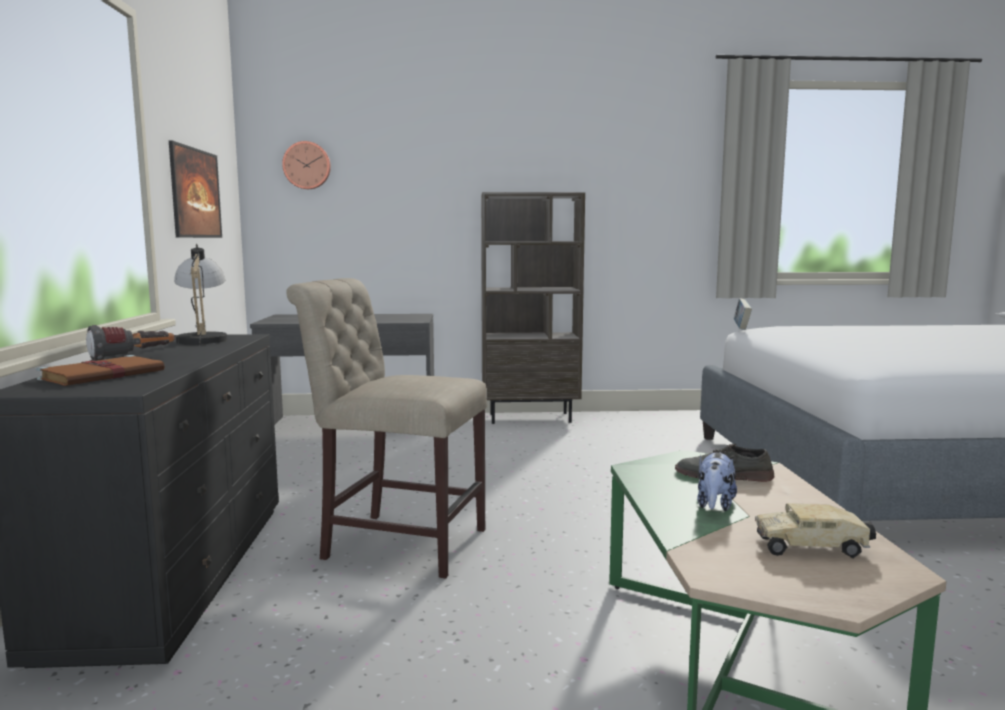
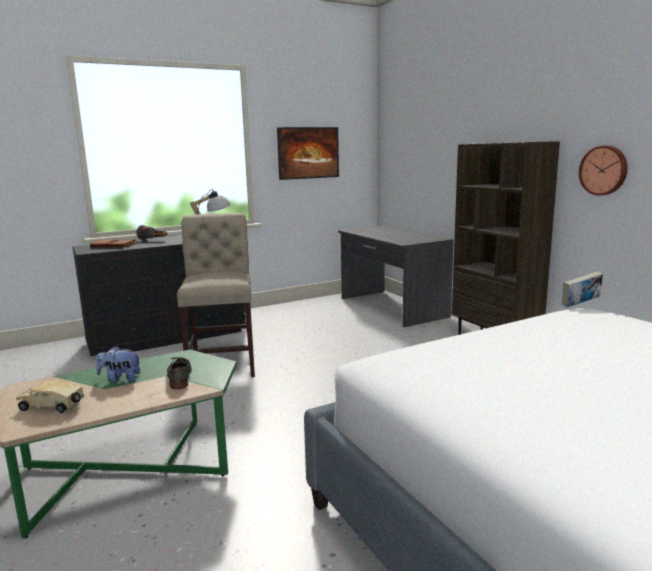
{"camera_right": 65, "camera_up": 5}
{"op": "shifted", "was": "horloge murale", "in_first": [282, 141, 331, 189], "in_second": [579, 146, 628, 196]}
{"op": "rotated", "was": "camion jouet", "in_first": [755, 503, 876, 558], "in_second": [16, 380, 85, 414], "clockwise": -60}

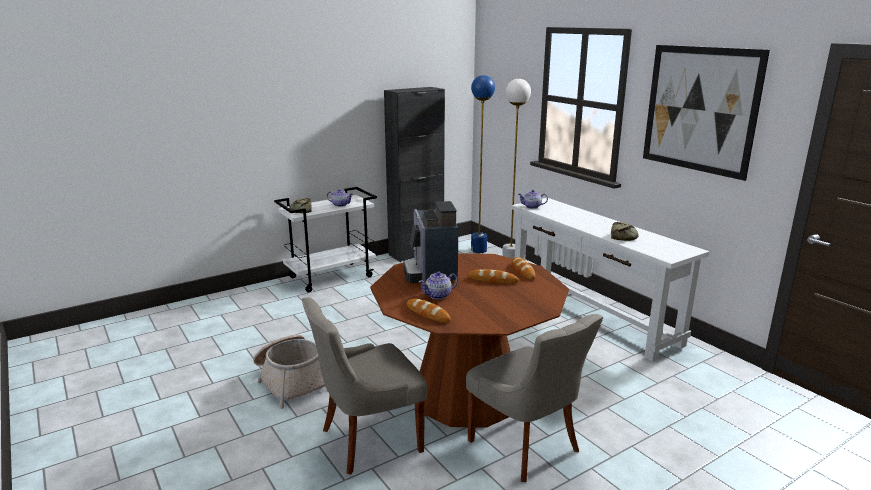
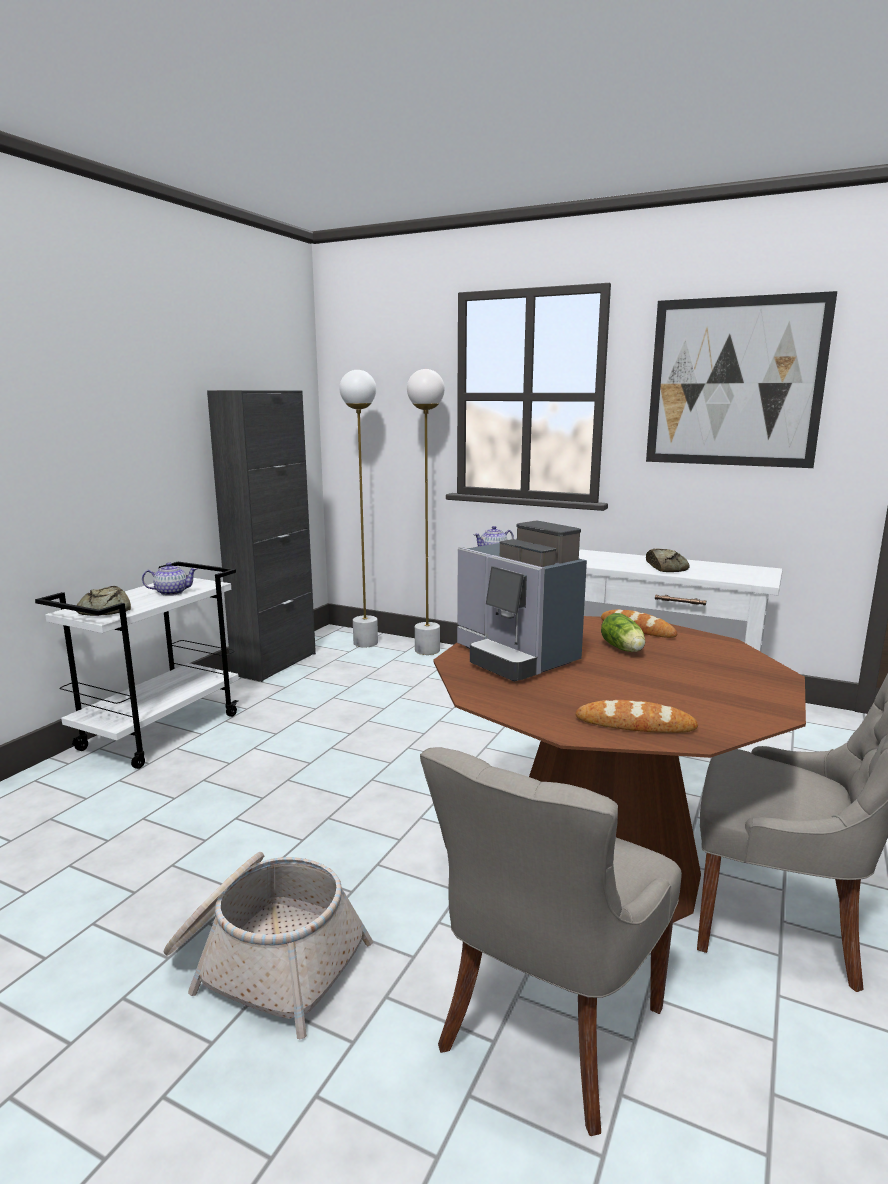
{"camera_right": -30, "camera_up": -5}
{"op": "repainted", "was": "lampadaire [bleu]", "now": "lampadaire [blanc]", "in_first": [471, 75, 495, 253], "in_second": [339, 370, 378, 647]}
{"op": "swapped", "was": "pain", "now": "laitue", "in_first": [467, 269, 519, 283], "in_second": [601, 613, 645, 652]}
{"op": "gone", "was": "théière", "in_first": [418, 271, 458, 299]}

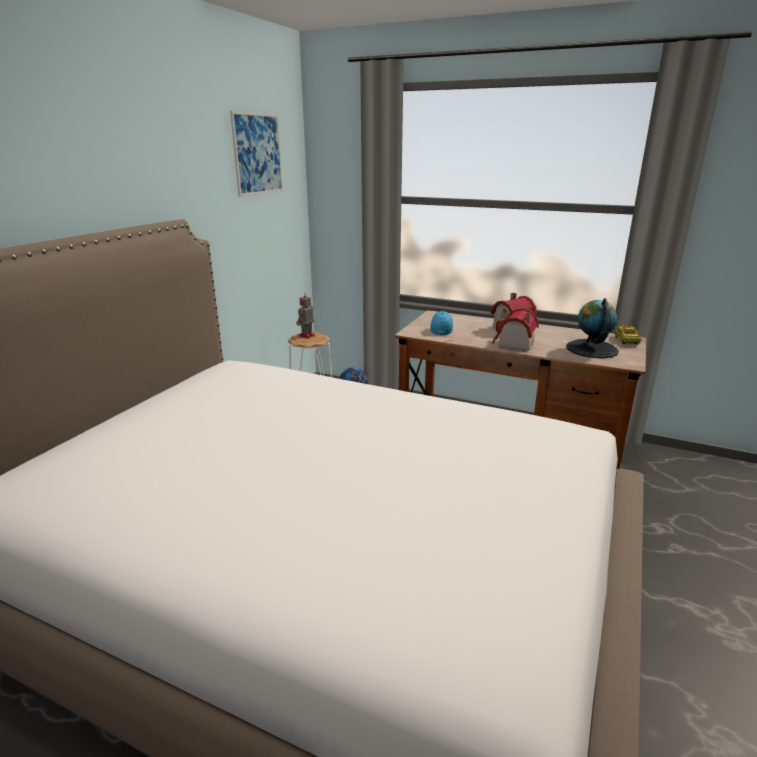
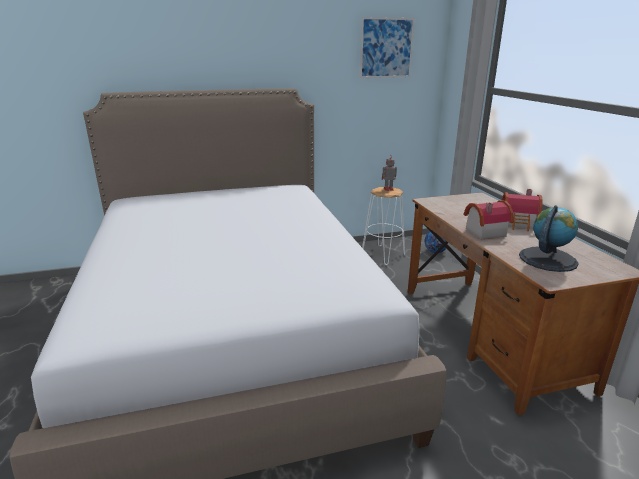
{"camera_right": 50, "camera_up": 0}
{"op": "gone", "was": "casquette [bleu]", "in_first": [430, 311, 453, 335]}
{"op": "gone", "was": "camion jouet", "in_first": [614, 325, 642, 345]}

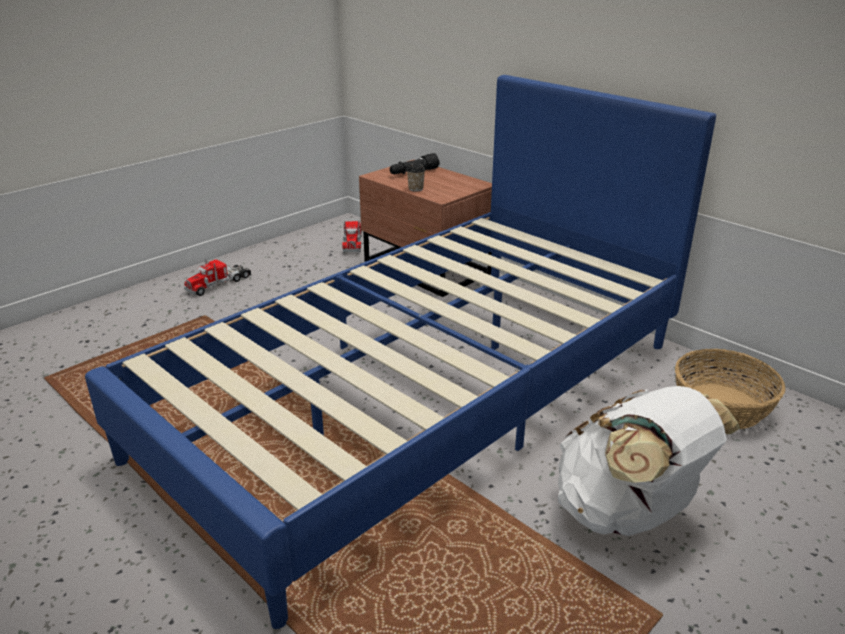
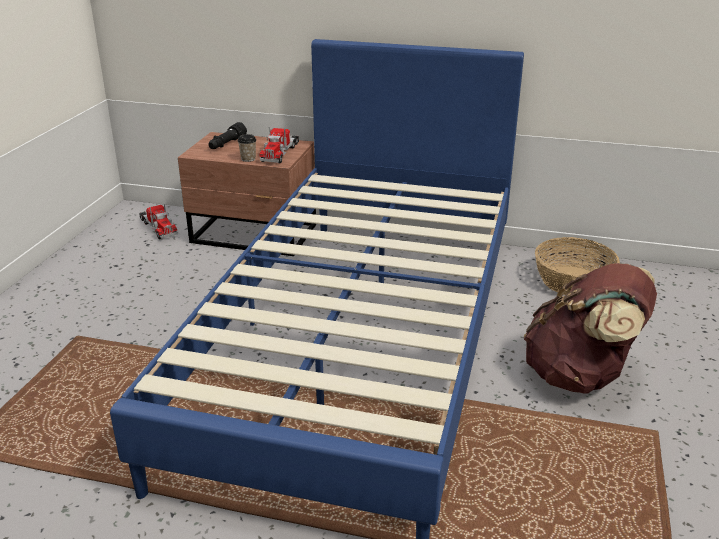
{"camera_right": -30, "camera_up": 0}
{"op": "shifted", "was": "camion jouet", "in_first": [184, 258, 251, 296], "in_second": [259, 127, 299, 164]}
{"op": "repainted", "was": "sac à dos [blanc]", "now": "sac à dos [marron]", "in_first": [558, 386, 740, 536], "in_second": [524, 263, 657, 393]}

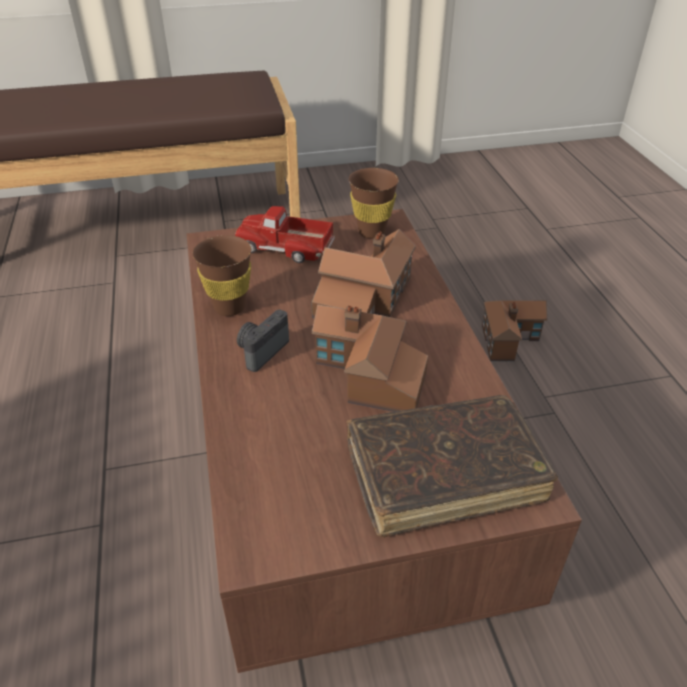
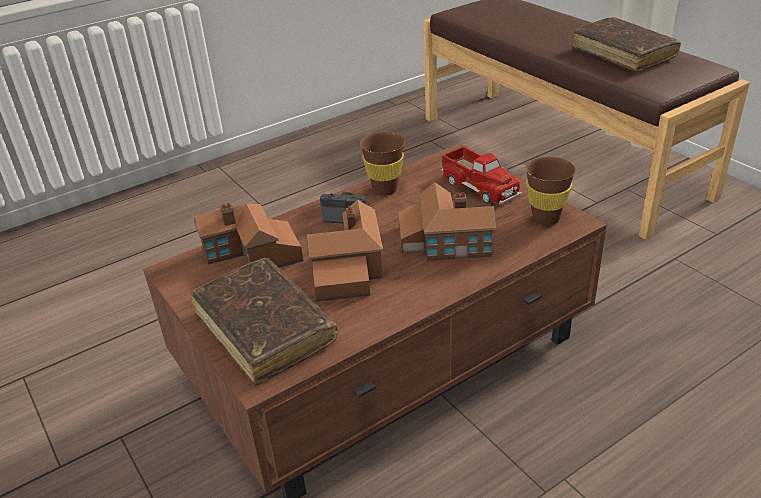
{"camera_right": 70, "camera_up": -5}
{"op": "rotated", "was": "camion jouet", "in_first": [235, 206, 334, 263], "in_second": [441, 146, 522, 205], "clockwise": 150}
{"op": "shifted", "was": "maison miniature", "in_first": [482, 300, 547, 361], "in_second": [194, 203, 303, 268]}
{"op": "new", "now": "livre [marron]", "in_second": [572, 17, 681, 72]}

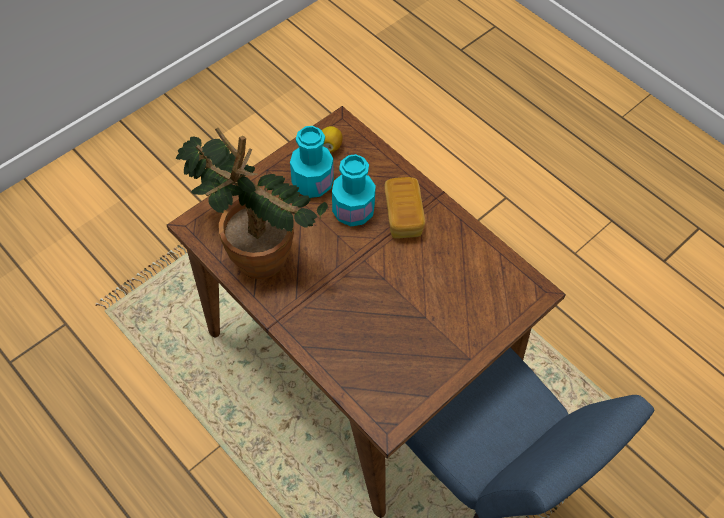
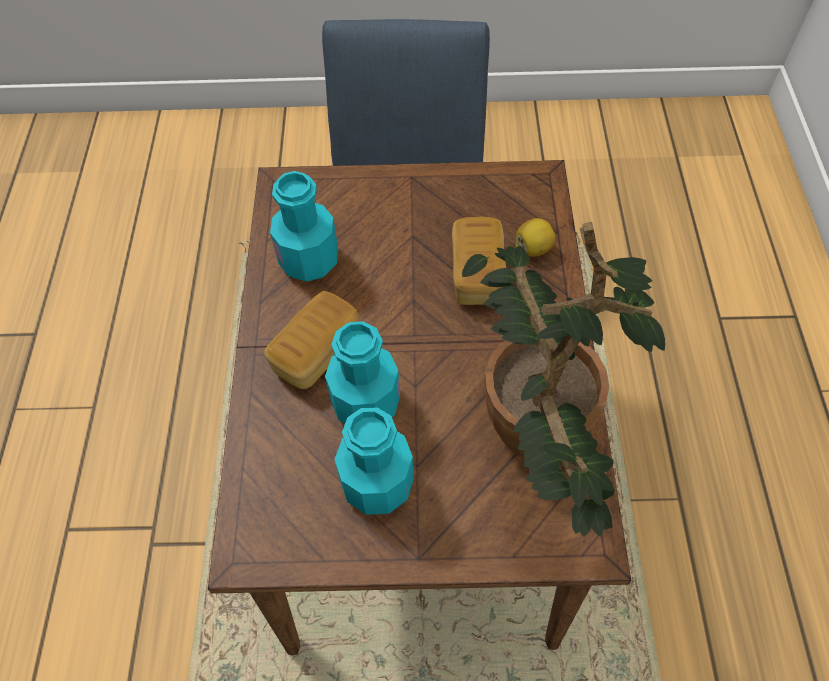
{"camera_right": -135, "camera_up": 0}
{"op": "shifted", "was": "citron", "in_first": [322, 126, 343, 153], "in_second": [515, 218, 556, 257]}
{"op": "new", "now": "bouteille [turquoise]", "in_second": [270, 171, 338, 282]}
{"op": "new", "now": "pain", "in_second": [452, 217, 506, 305]}

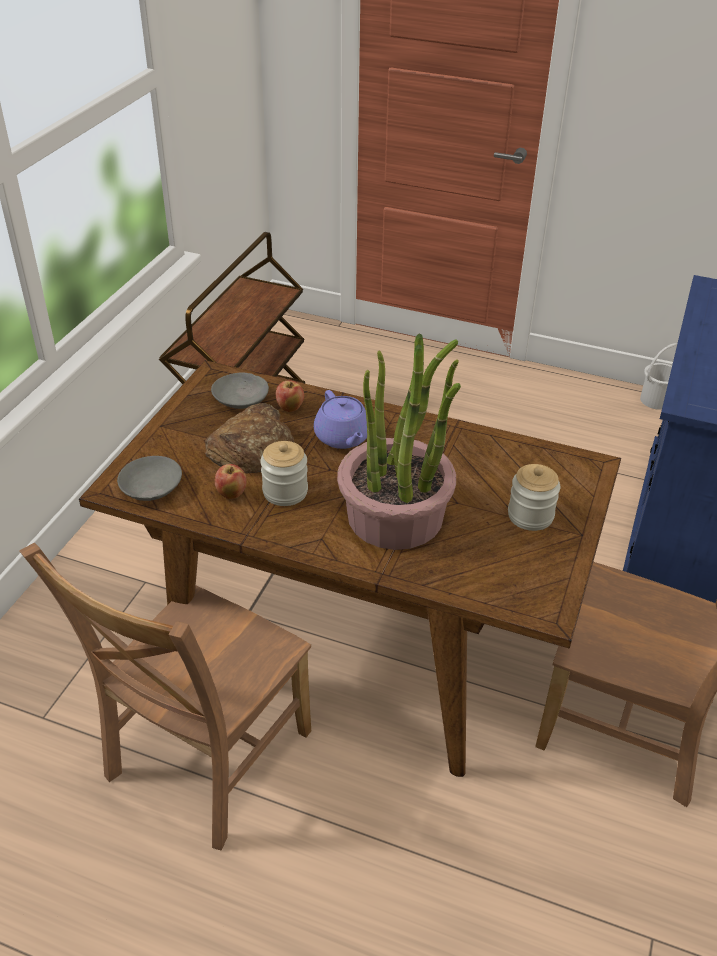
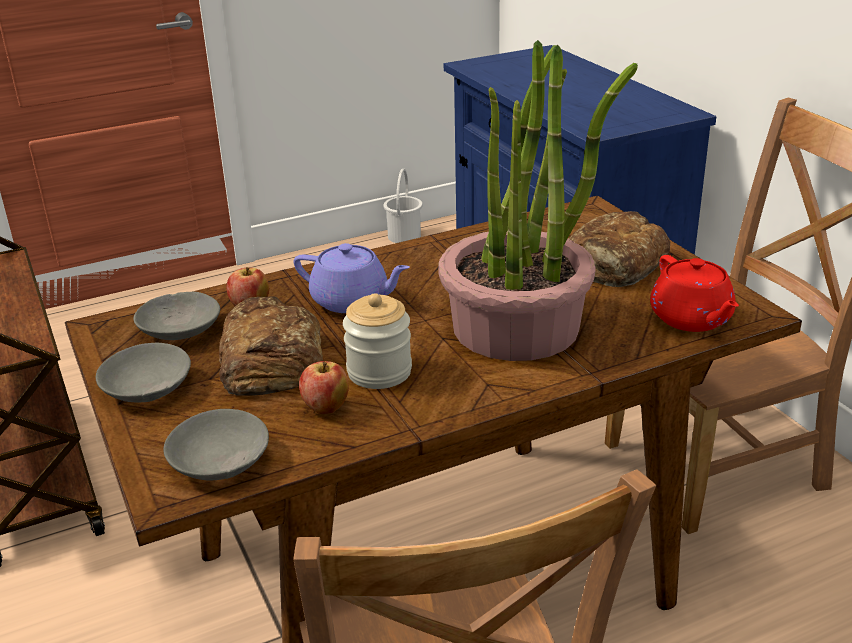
{"camera_right": -45, "camera_up": -10}
{"op": "swapped", "was": "bocal", "now": "pain", "in_first": [508, 464, 560, 531], "in_second": [568, 211, 670, 287]}
{"op": "new", "now": "théière [rouge]", "in_second": [650, 255, 739, 332]}
{"op": "new", "now": "bol [gris]", "in_second": [96, 343, 191, 402]}

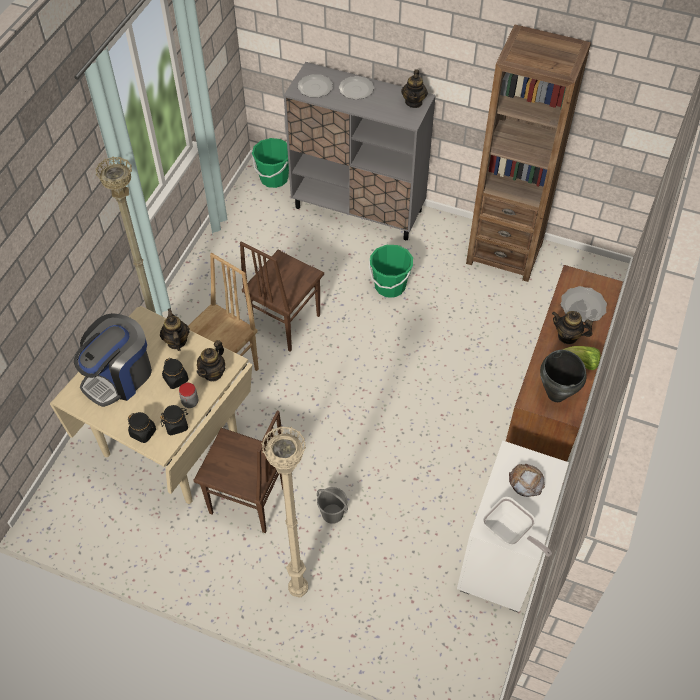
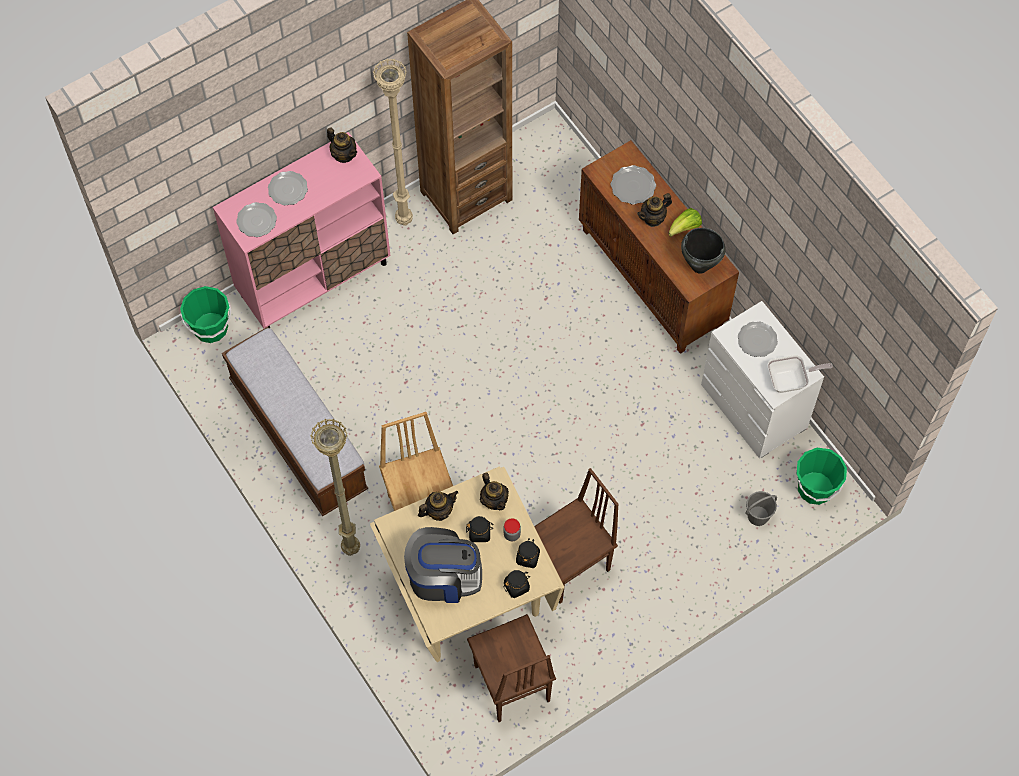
{"camera_right": -55, "camera_up": 10}
{"op": "repainted", "was": "meuble de rangement [gris]", "now": "meuble de rangement [rose]", "in_first": [284, 62, 436, 240], "in_second": [213, 132, 390, 328]}
{"op": "shifted", "was": "chaise [marron]", "in_first": [240, 241, 324, 352], "in_second": [467, 614, 556, 722]}
{"op": "shifted", "was": "seau [vert]", "in_first": [369, 245, 413, 298], "in_second": [797, 448, 847, 505]}
{"op": "rotated", "was": "théière", "in_first": [160, 308, 190, 351], "in_second": [418, 491, 458, 521], "clockwise": 135}
{"op": "rotated", "was": "machine à café", "in_first": [74, 313, 152, 407], "in_second": [404, 527, 482, 603], "clockwise": -75}
{"op": "shifted", "was": "lampadaire [beige]", "in_first": [262, 426, 308, 598], "in_second": [373, 58, 413, 226]}
{"op": "swapped", "was": "pain", "now": "assiette", "in_first": [509, 464, 545, 497], "in_second": [738, 321, 778, 357]}
{"op": "shifted", "was": "seau [gris]", "in_first": [317, 487, 348, 524], "in_second": [745, 491, 777, 526]}
{"op": "new", "now": "banc", "in_second": [222, 327, 368, 517]}

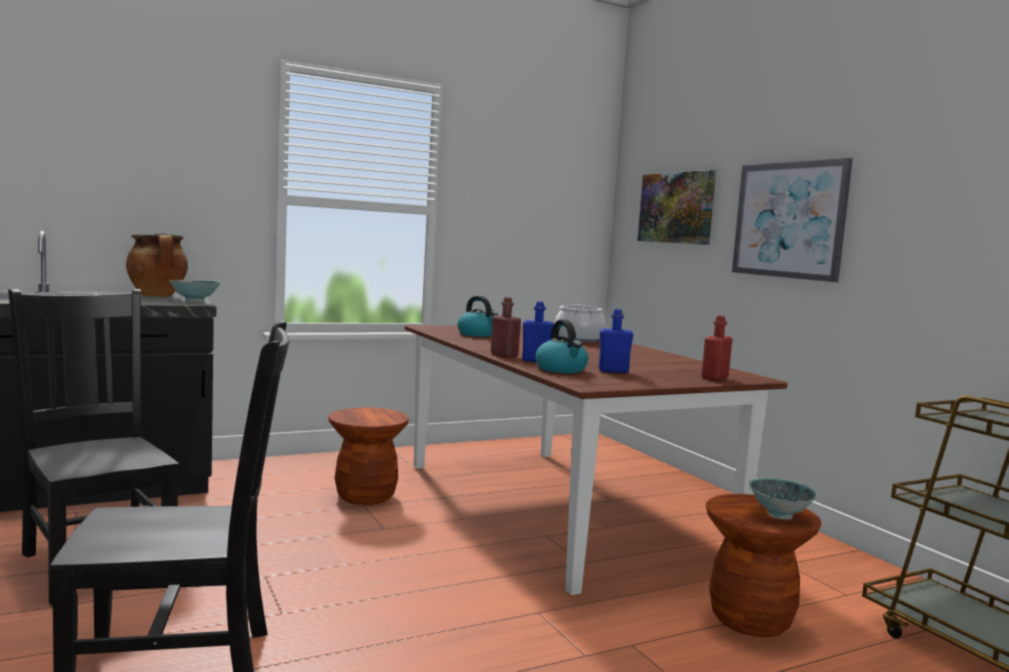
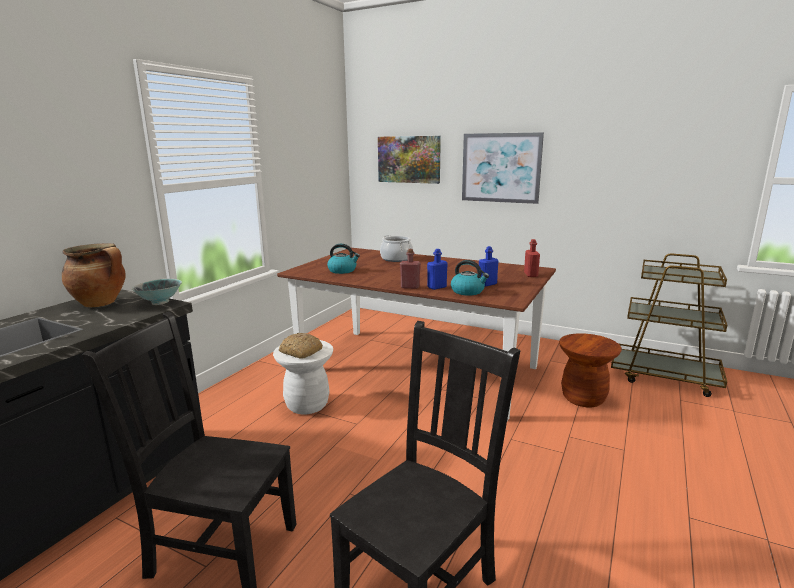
{"camera_right": -35, "camera_up": 10}
{"op": "repainted", "was": "tabouret [marron]", "now": "tabouret [blanc]", "in_first": [328, 407, 409, 505], "in_second": [273, 340, 333, 414]}
{"op": "gone", "was": "bol", "in_first": [749, 478, 817, 520]}
{"op": "new", "now": "pain", "in_second": [279, 333, 323, 359]}

